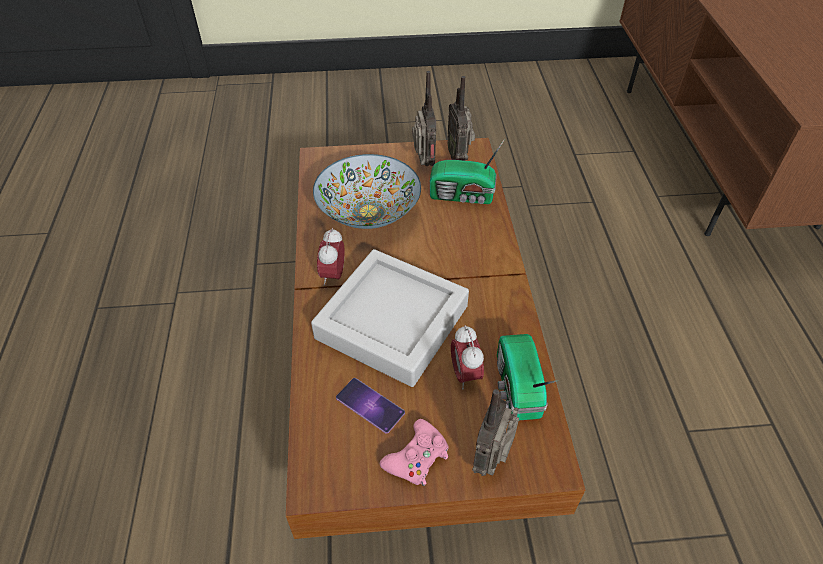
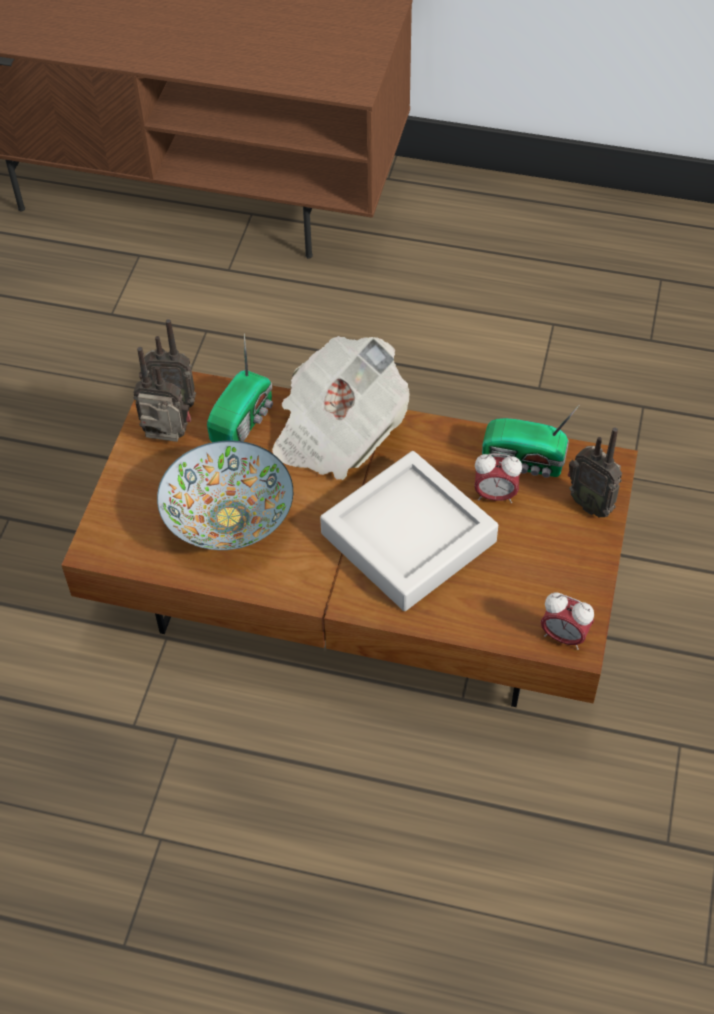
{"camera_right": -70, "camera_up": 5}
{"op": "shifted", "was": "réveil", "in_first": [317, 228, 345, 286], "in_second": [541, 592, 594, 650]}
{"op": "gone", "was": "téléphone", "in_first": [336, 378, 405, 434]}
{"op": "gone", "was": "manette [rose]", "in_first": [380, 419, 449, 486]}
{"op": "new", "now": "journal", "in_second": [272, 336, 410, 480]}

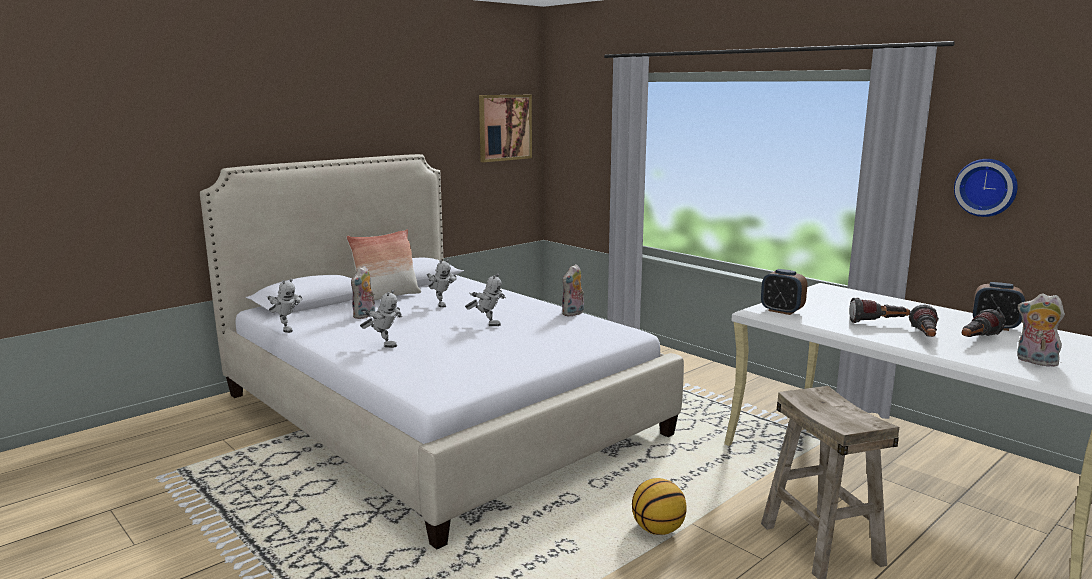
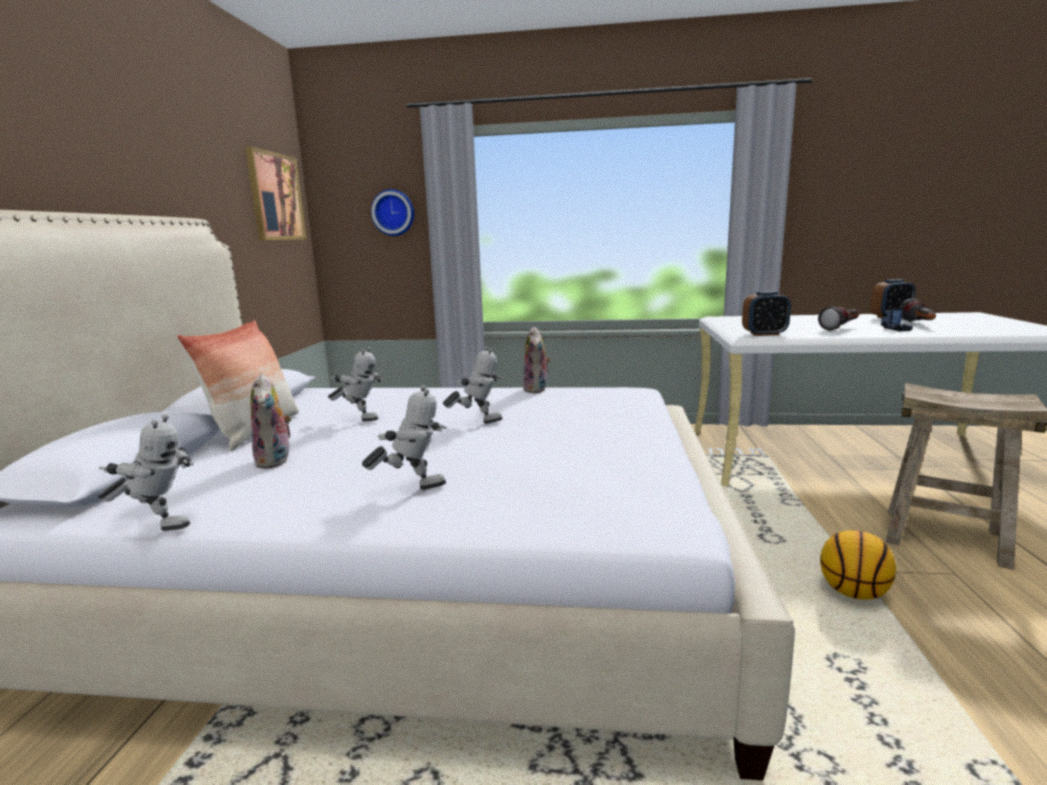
{"camera_right": -40, "camera_up": 0}
{"op": "shifted", "was": "horloge murale", "in_first": [954, 159, 1018, 217], "in_second": [371, 189, 414, 236]}
{"op": "gone", "was": "peluche", "in_first": [1017, 293, 1065, 367]}
{"op": "swapped", "was": "lampe de poche", "now": "camion jouet", "in_first": [909, 305, 939, 337], "in_second": [881, 309, 913, 331]}

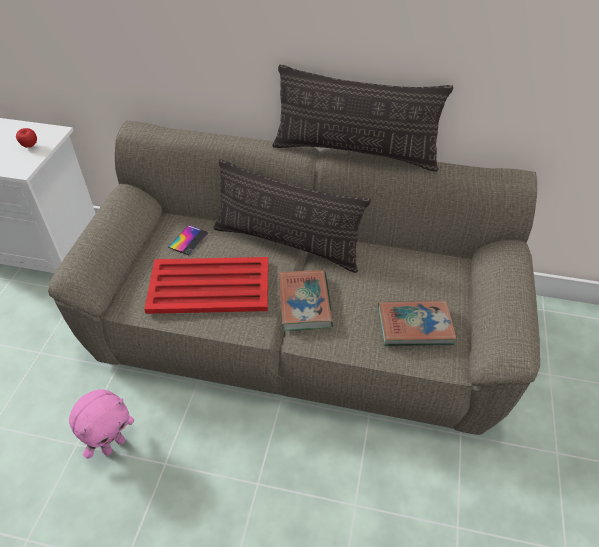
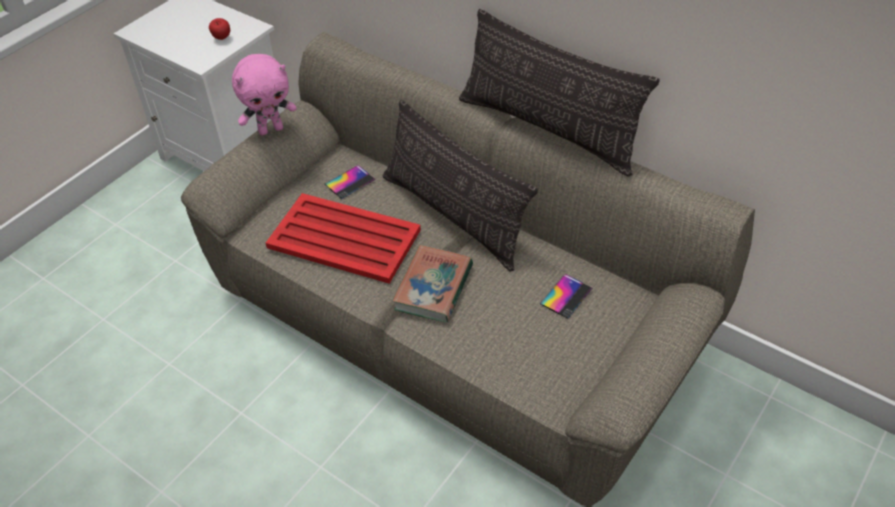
{"camera_right": 25, "camera_up": 0}
{"op": "gone", "was": "livre", "in_first": [378, 301, 456, 346]}
{"op": "shifted", "was": "peluche [rose]", "in_first": [69, 389, 134, 459], "in_second": [232, 54, 297, 135]}
{"op": "new", "now": "téléphone", "in_second": [540, 274, 592, 319]}

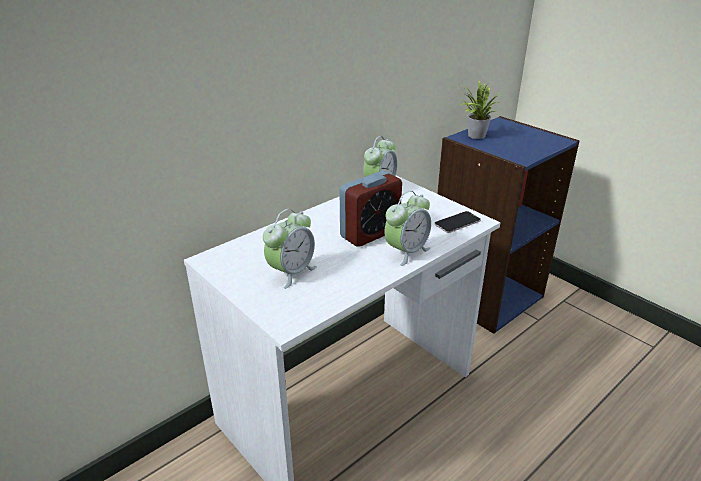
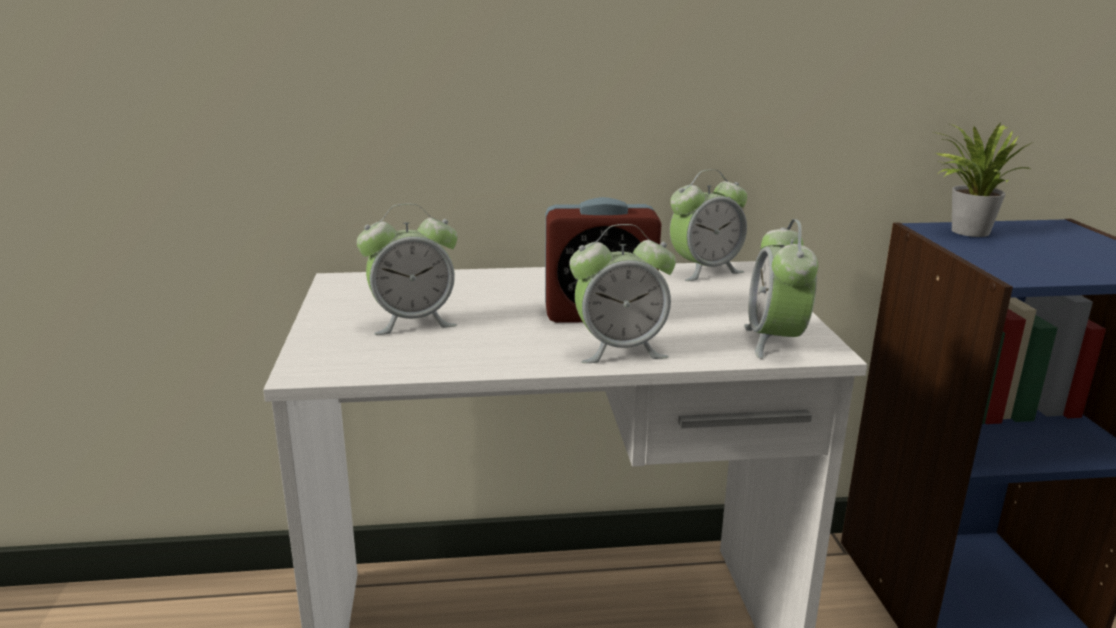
{"camera_right": 35, "camera_up": -10}
{"op": "swapped", "was": "téléphone", "now": "réveil", "in_first": [434, 211, 481, 233], "in_second": [744, 219, 818, 359]}

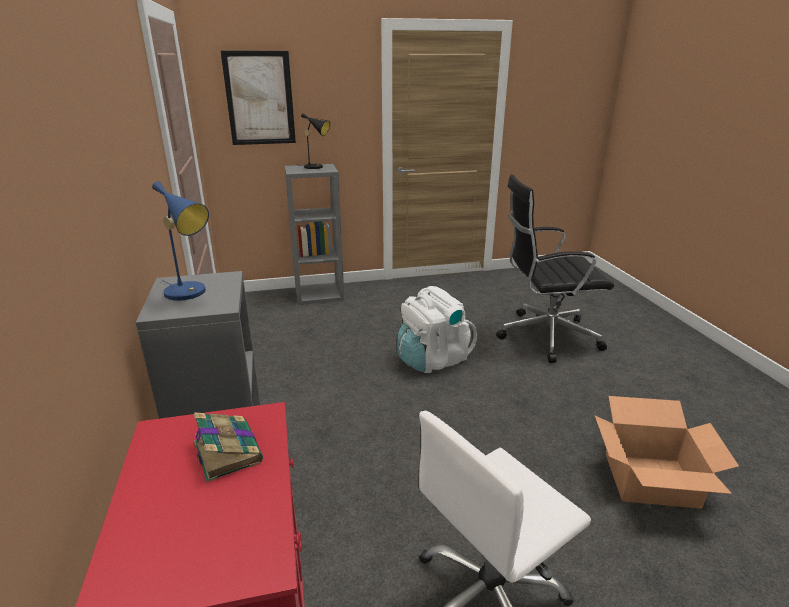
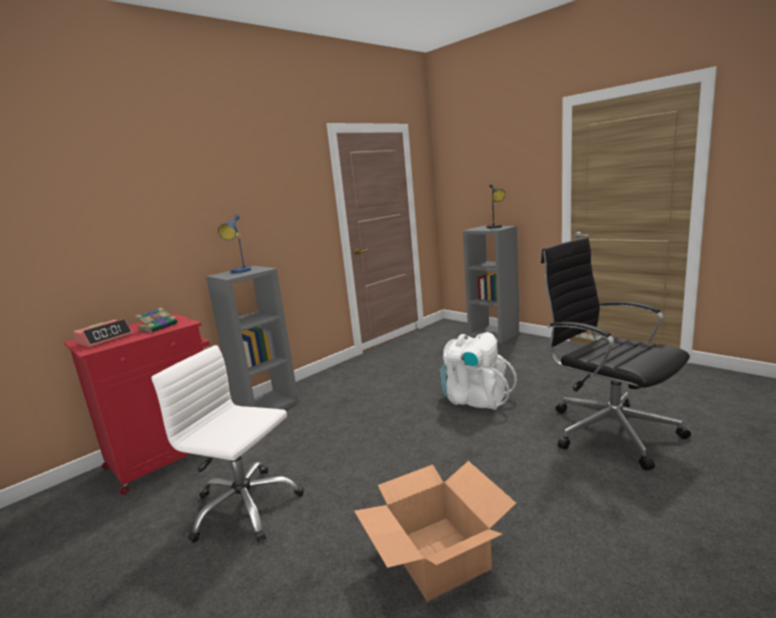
{"camera_right": 60, "camera_up": -10}
{"op": "gone", "was": "tableau", "in_first": [221, 51, 296, 145]}
{"op": "new", "now": "réveil", "in_second": [73, 319, 133, 348]}

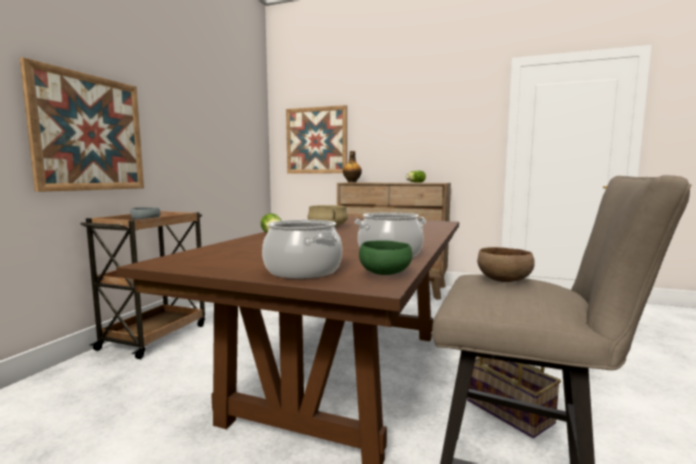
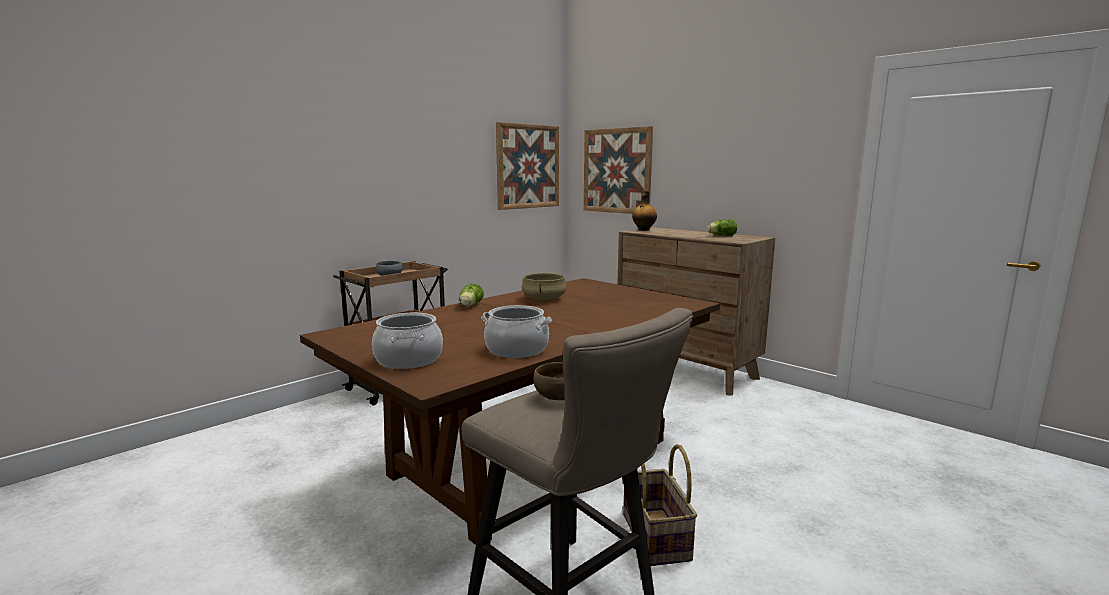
{"camera_right": 25, "camera_up": 5}
{"op": "shifted", "was": "tableau", "in_first": [20, 57, 144, 192], "in_second": [496, 122, 559, 210]}
{"op": "gone", "was": "bol [vert]", "in_first": [359, 240, 412, 275]}

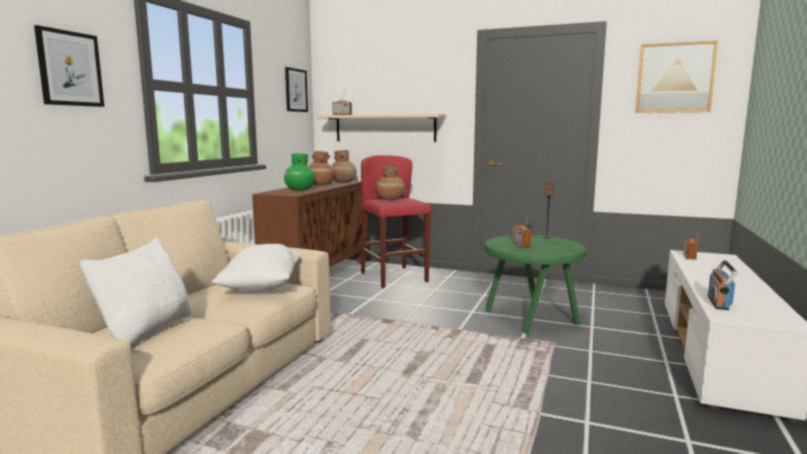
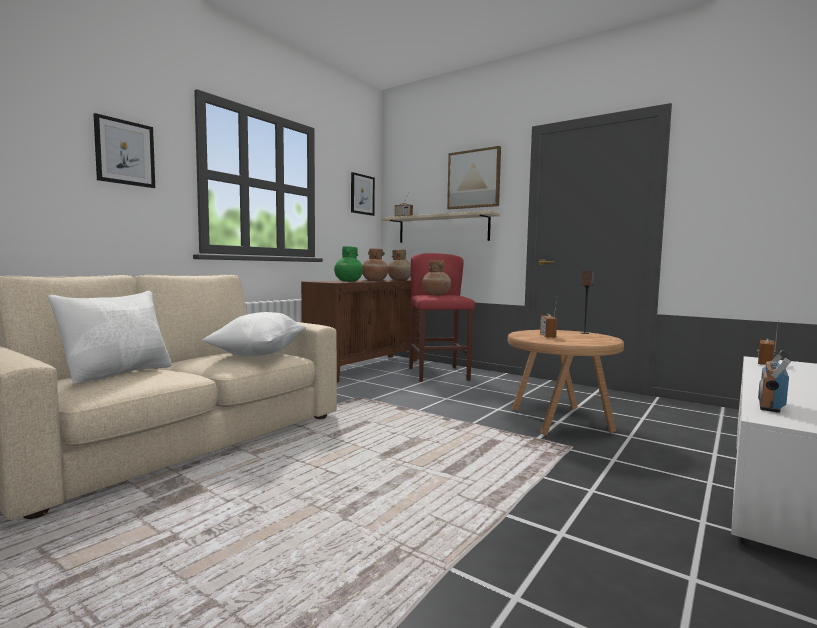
{"camera_right": 15, "camera_up": -5}
{"op": "shifted", "was": "tableau", "in_first": [635, 40, 718, 113], "in_second": [447, 146, 501, 209]}
{"op": "repainted", "was": "table d'appoint [vert]", "now": "table d'appoint [marron]", "in_first": [484, 235, 587, 335], "in_second": [508, 330, 624, 436]}

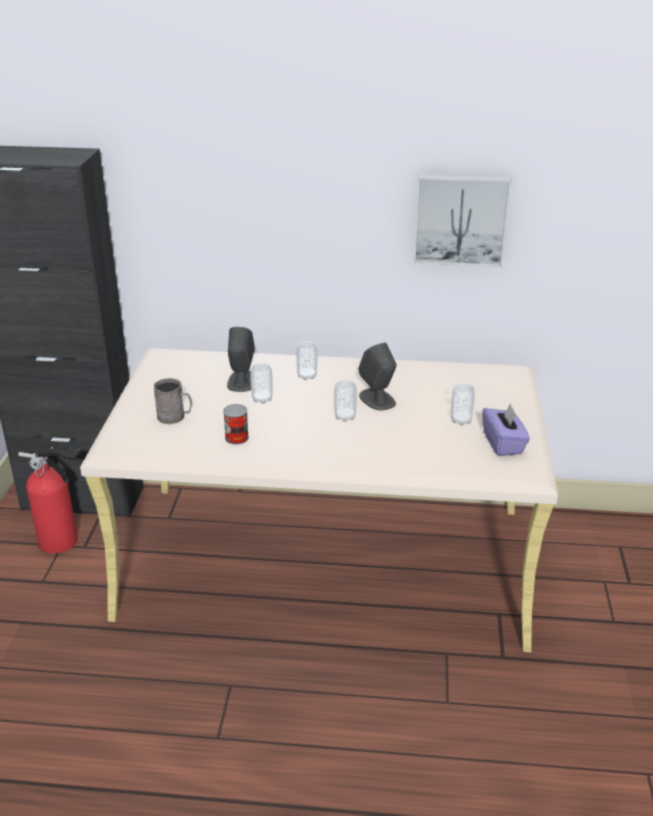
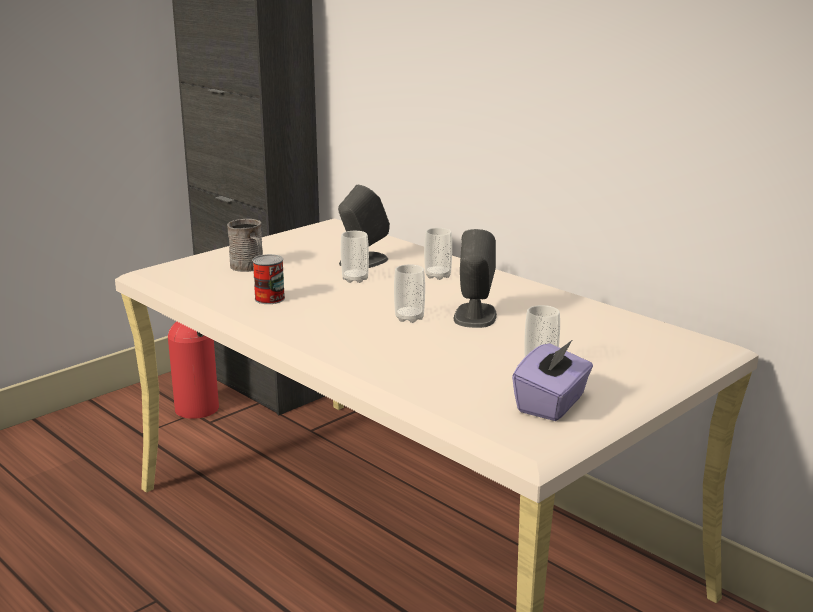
{"camera_right": 40, "camera_up": -10}
{"op": "gone", "was": "tableau", "in_first": [413, 174, 511, 267]}

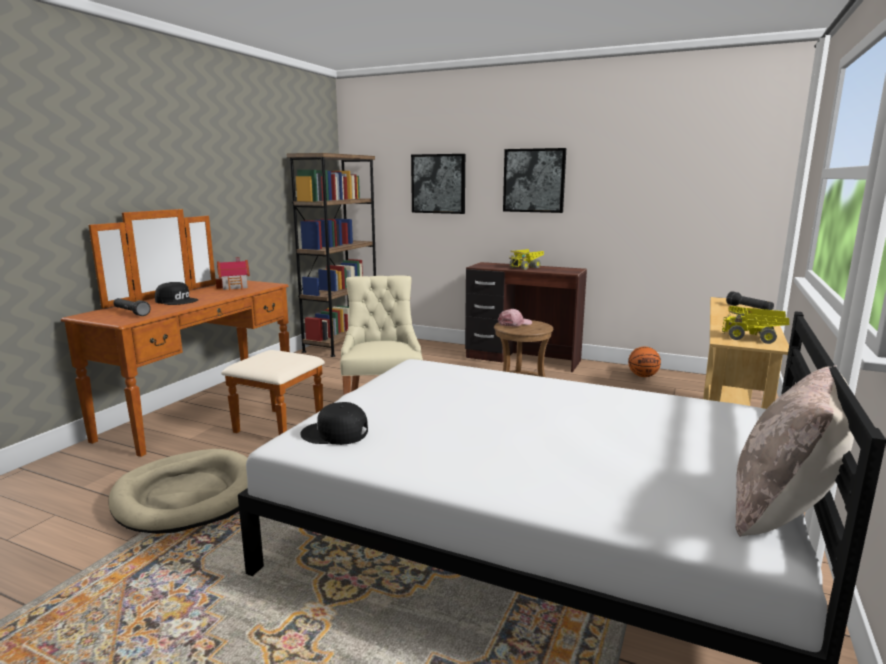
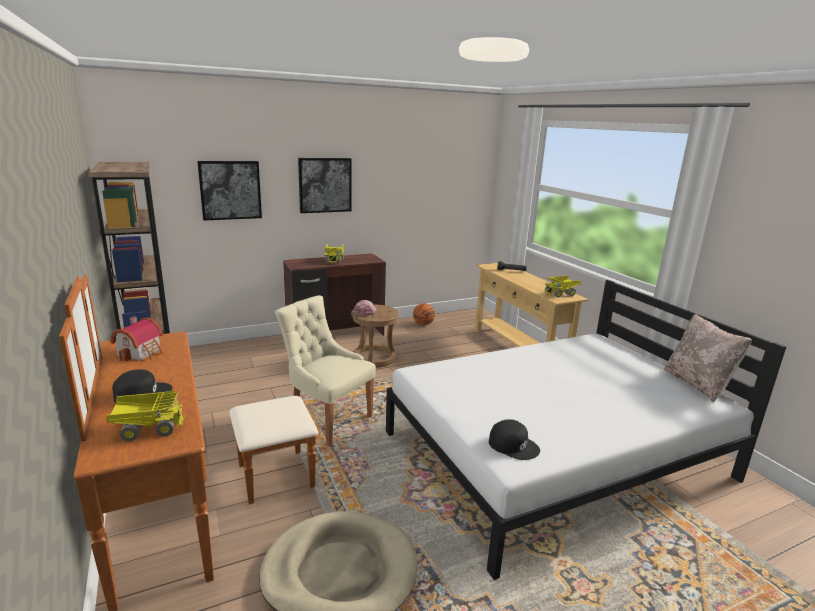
{"camera_right": -50, "camera_up": 5}
{"op": "swapped", "was": "lampe de poche [noir]", "now": "camion jouet", "in_first": [113, 298, 151, 316], "in_second": [106, 391, 184, 442]}
{"op": "rotated", "was": "casquette [noir]", "in_first": [300, 402, 368, 445], "in_second": [489, 419, 540, 460], "clockwise": -105}

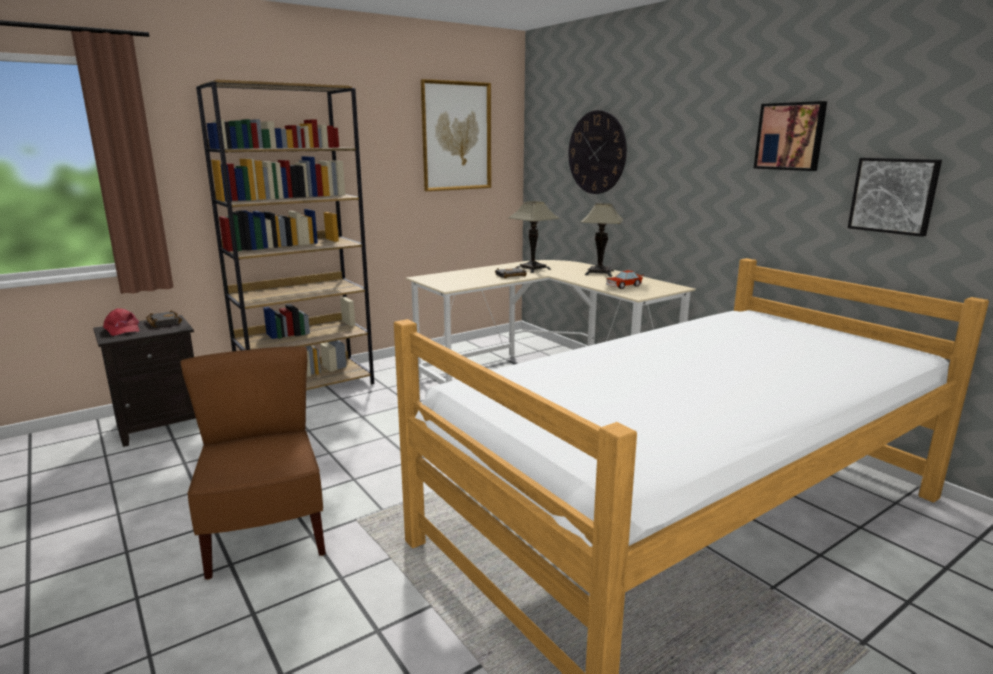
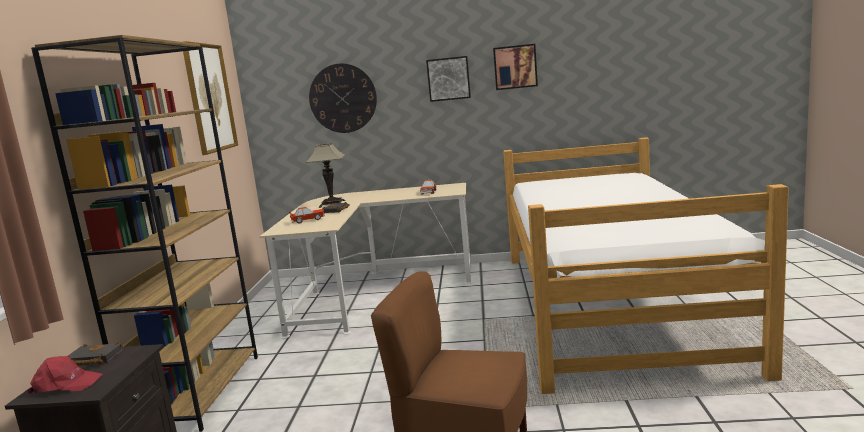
{"camera_right": -50, "camera_up": -5}
{"op": "shifted", "was": "tableau", "in_first": [848, 158, 942, 237], "in_second": [426, 56, 471, 102]}
{"op": "gone", "was": "lampe de table", "in_first": [581, 203, 623, 277]}
{"op": "new", "now": "petite voiture", "in_second": [289, 207, 325, 223]}

